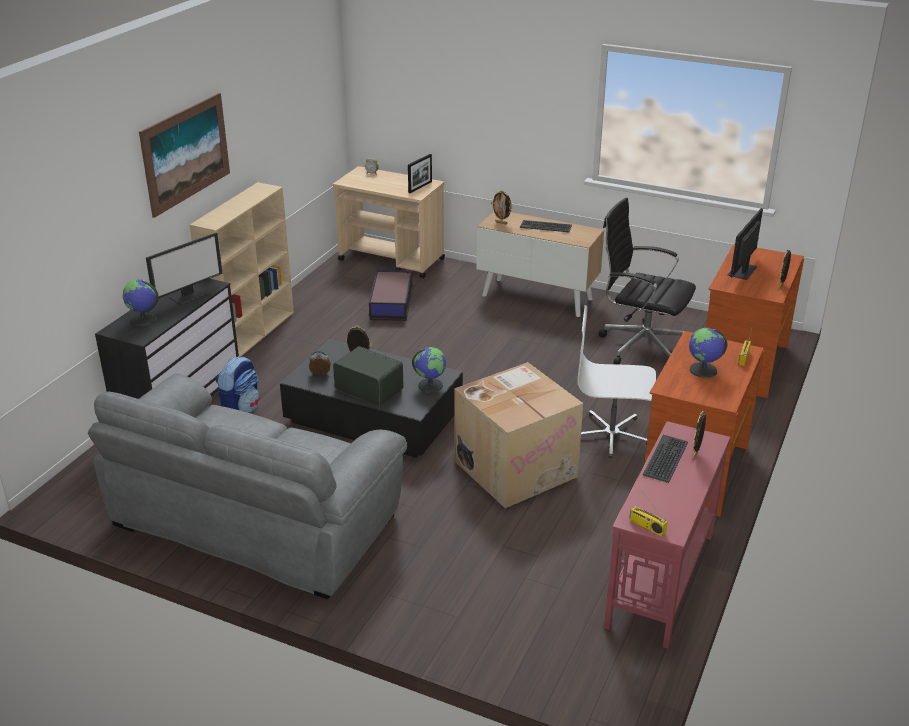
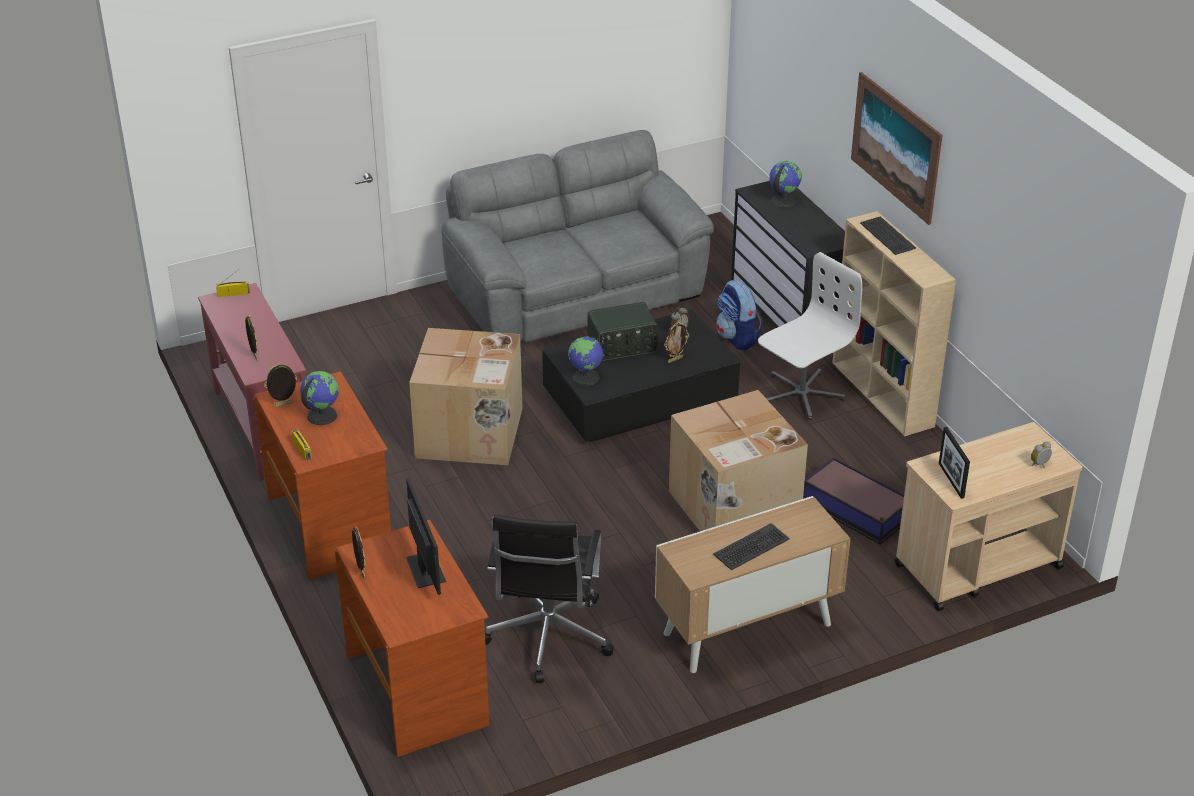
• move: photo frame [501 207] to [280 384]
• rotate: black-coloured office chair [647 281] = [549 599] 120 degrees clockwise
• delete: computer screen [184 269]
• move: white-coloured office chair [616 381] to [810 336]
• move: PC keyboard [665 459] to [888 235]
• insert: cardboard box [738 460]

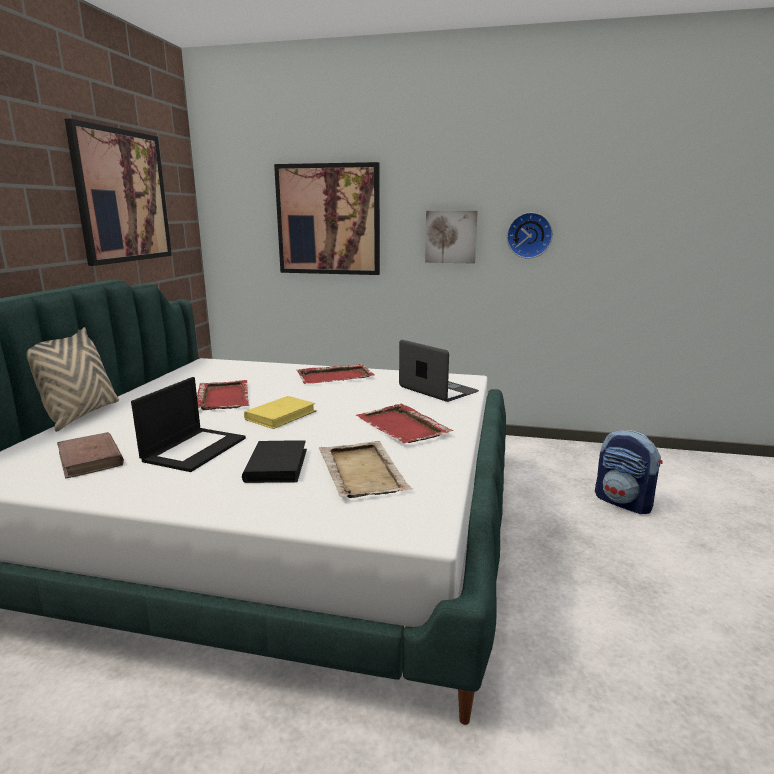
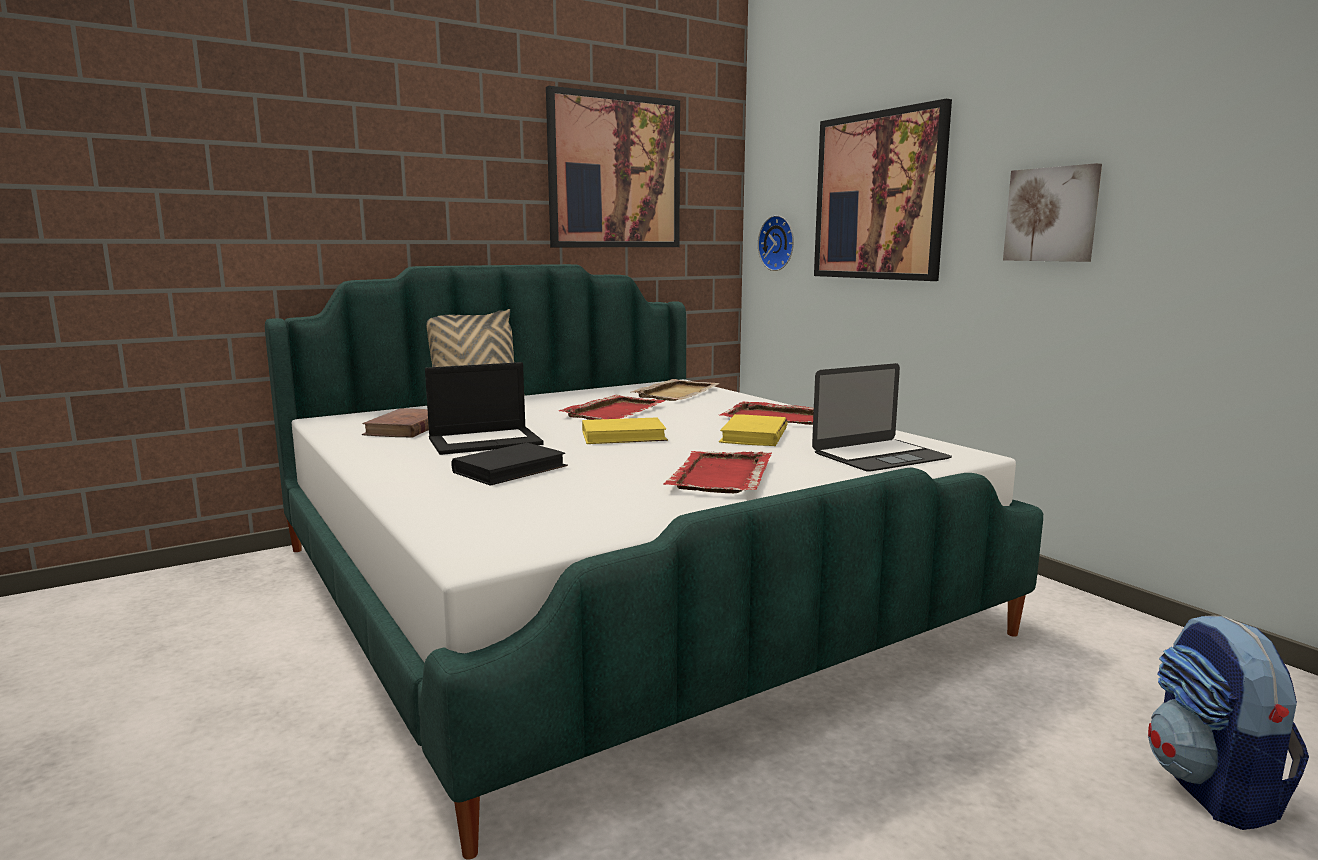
• move: hanging clock [530 235] to [776 243]
• rotate: notebook computer [439 371] = [882 417] 60 degrees clockwise
• move: beige serving tray [366 469] to [675 390]
• insert: yellowish volume [753 430]

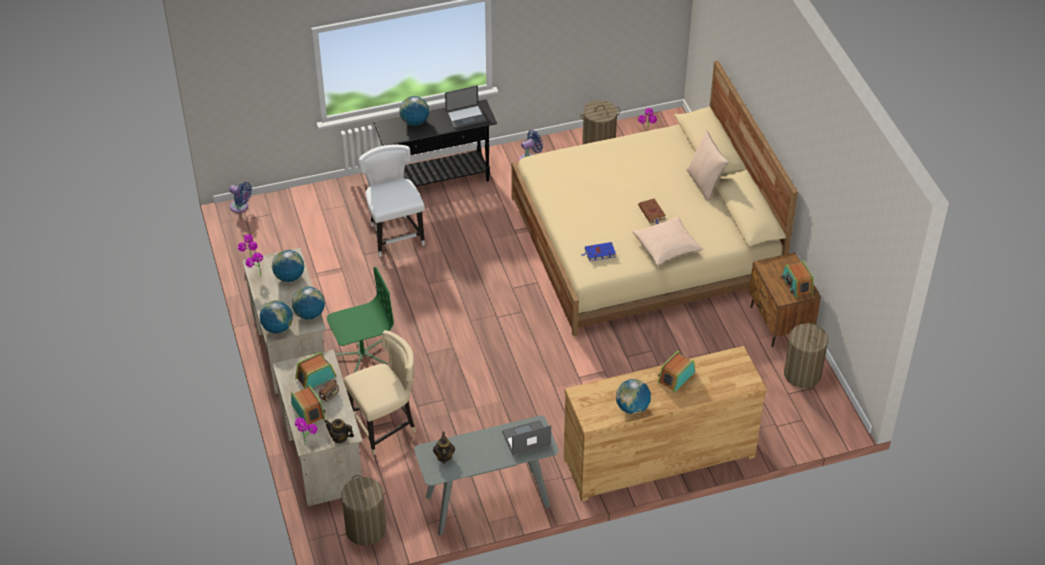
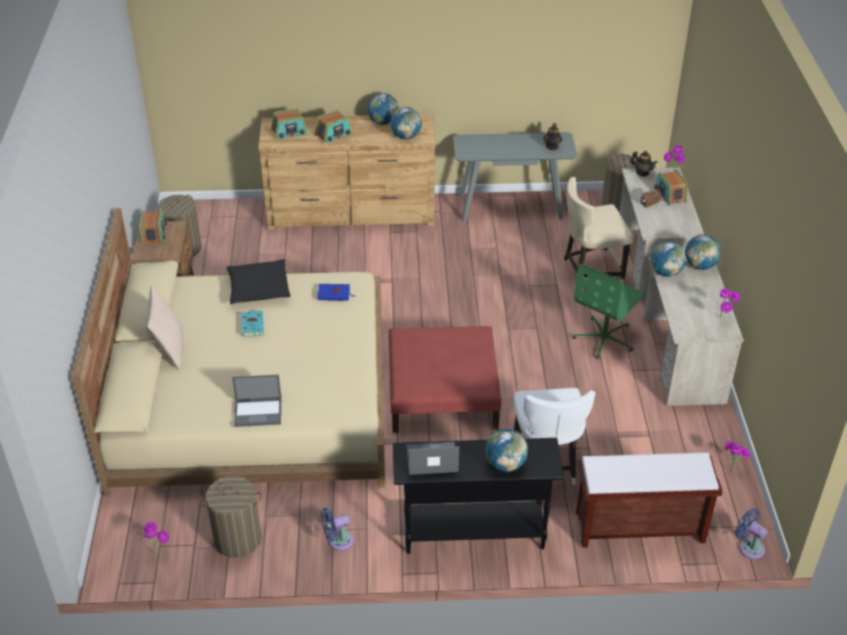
• recolor: brownish volume [652 211] to turquoise volume [252 324]
• recolor: beige throw pillow [667 241] to black-coloured throw pillow [259 281]
• move: globe [288 266] to [406 123]
• rotate: green office chair [360 320] = [608 311] 45 degrees counterclockwise
• move: radio set [315 370] to [289 124]
• move: notebook computer [526 437] to [256 401]
• insert: red-coloured footrest [444 379]
• insert: brownish long seat [649 500]

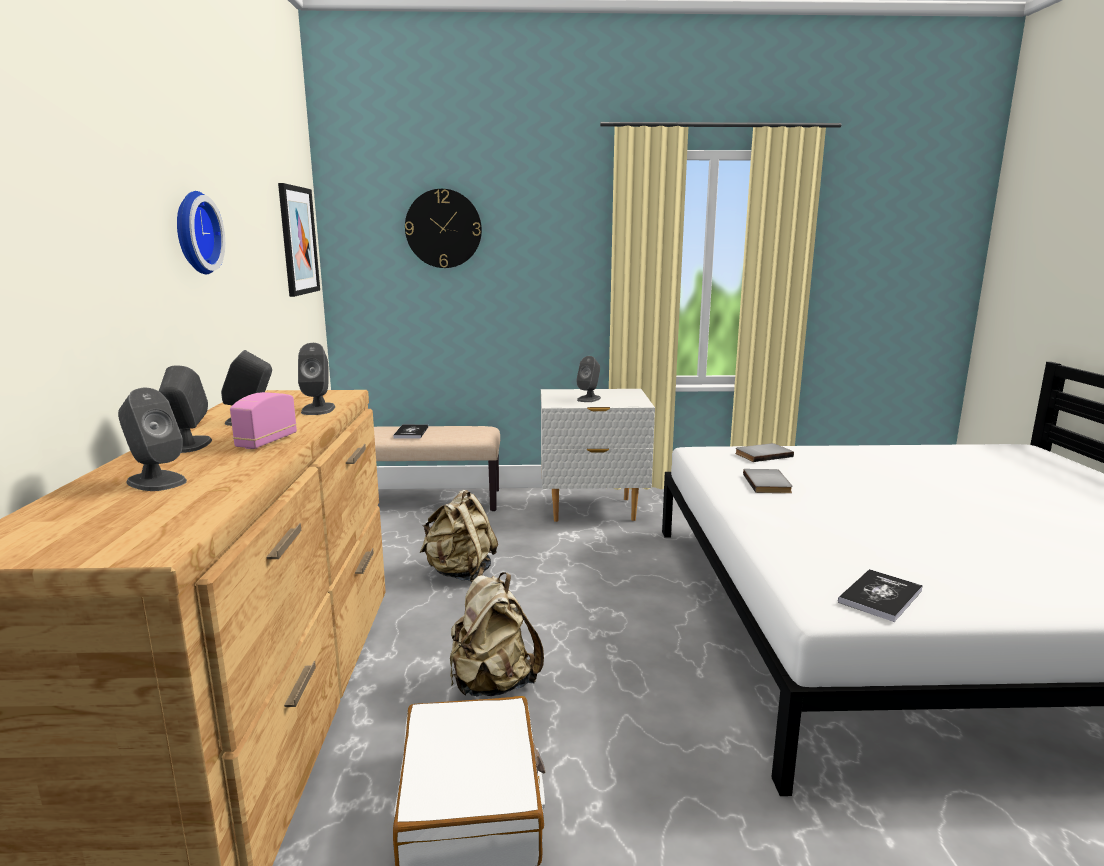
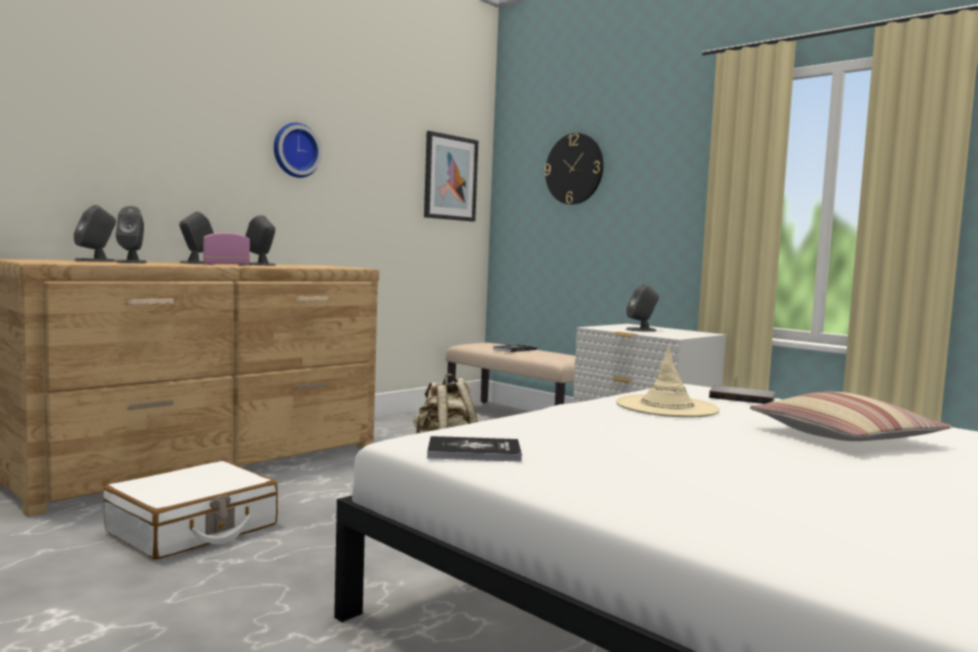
• move: gray audio speaker [316 379] to [95 233]
• replace: gray volume [768 481] to beige wearable hat [668 382]
• delete: beige knapsack [497 634]
• insert: throw pillow [851 416]

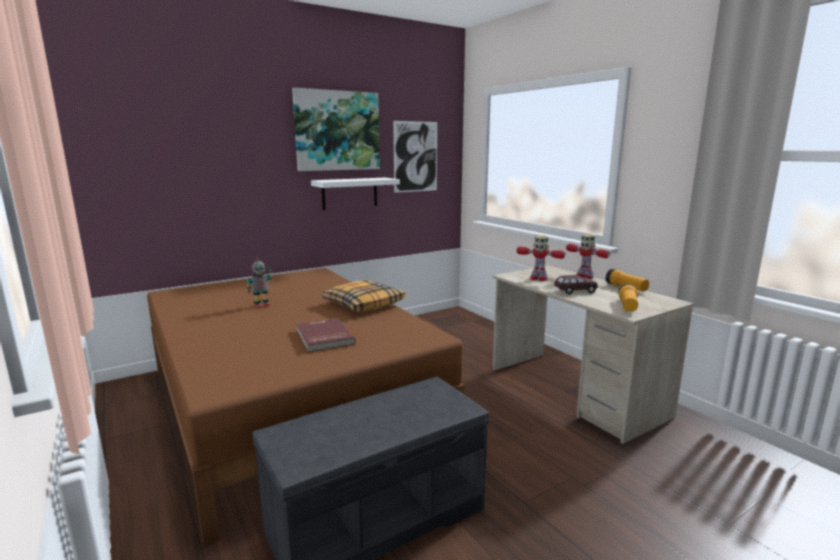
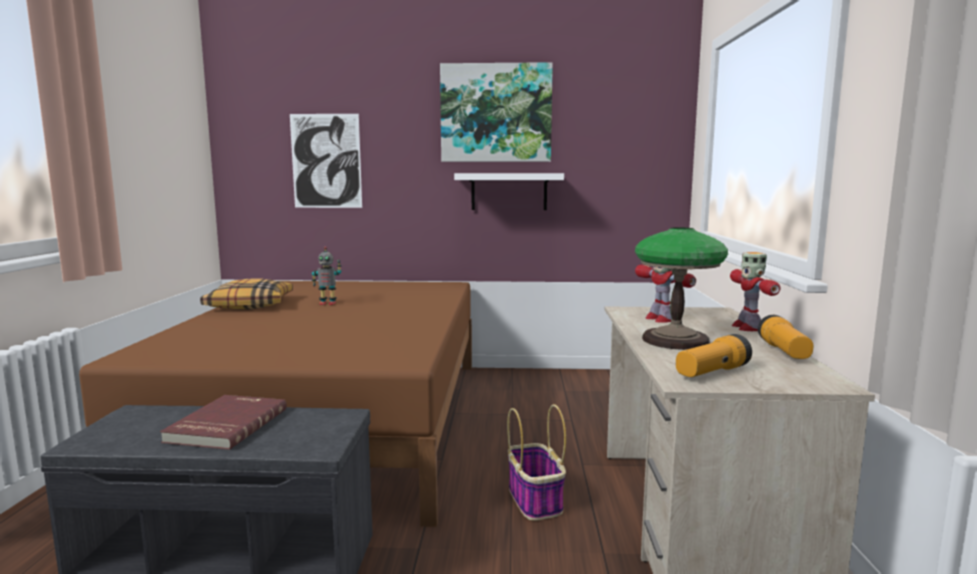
• move: wall art [415 157] to [326 161]
• replace: brownish model car [576 285] to tabletop lamp [681 288]
• move: throw pillow [363 296] to [246 294]
• move: red-coloured volume [326 335] to [223 422]
• insert: household basket [536 462]

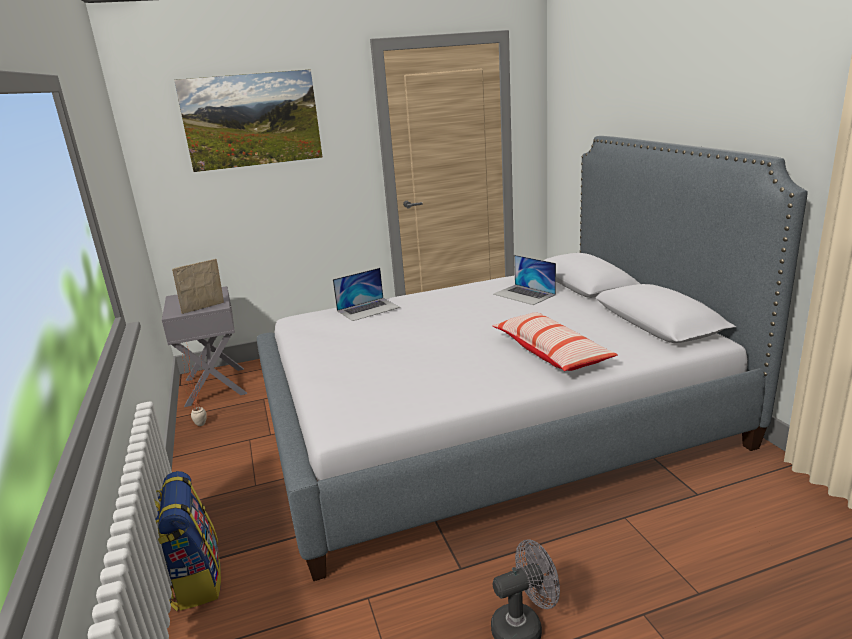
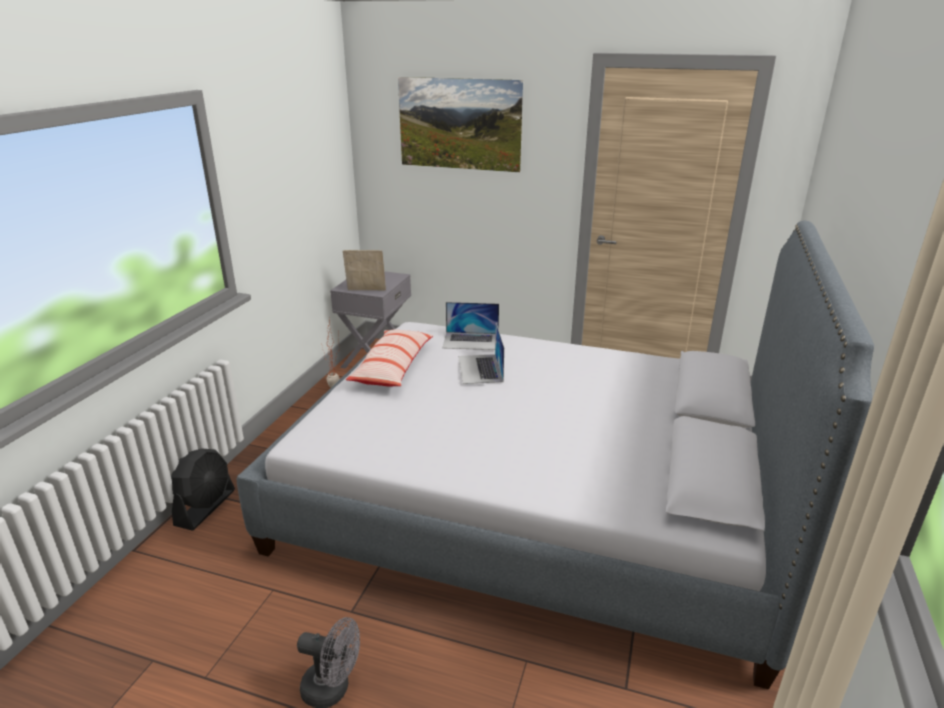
• move: notebook computer [524 280] to [481 353]
• move: throw pillow [555 341] to [389 358]
• replace: knapsack [187 541] to black-coloured fan [203 489]

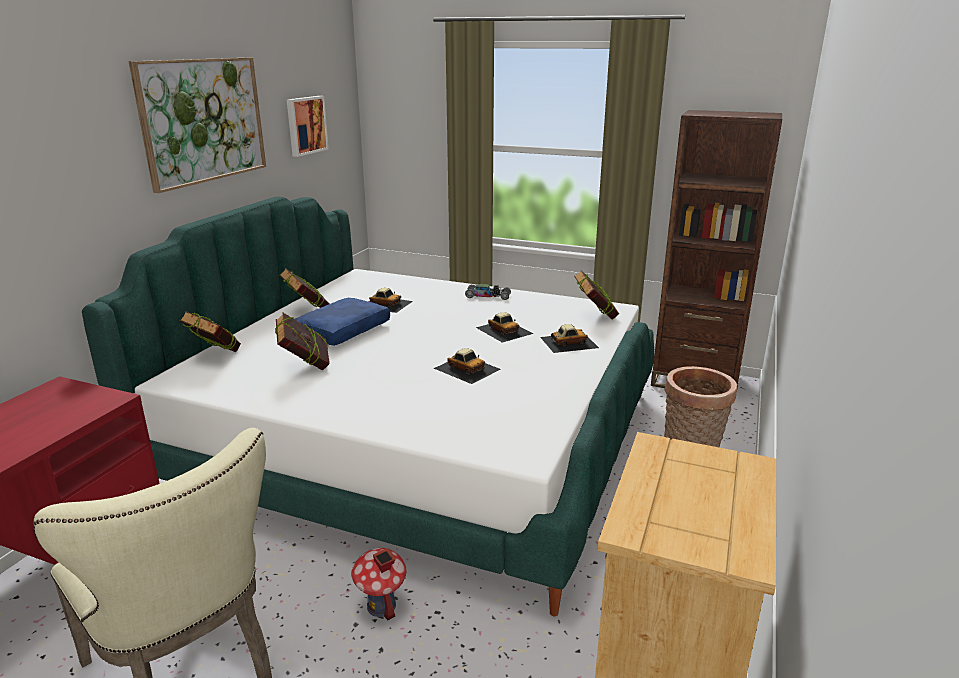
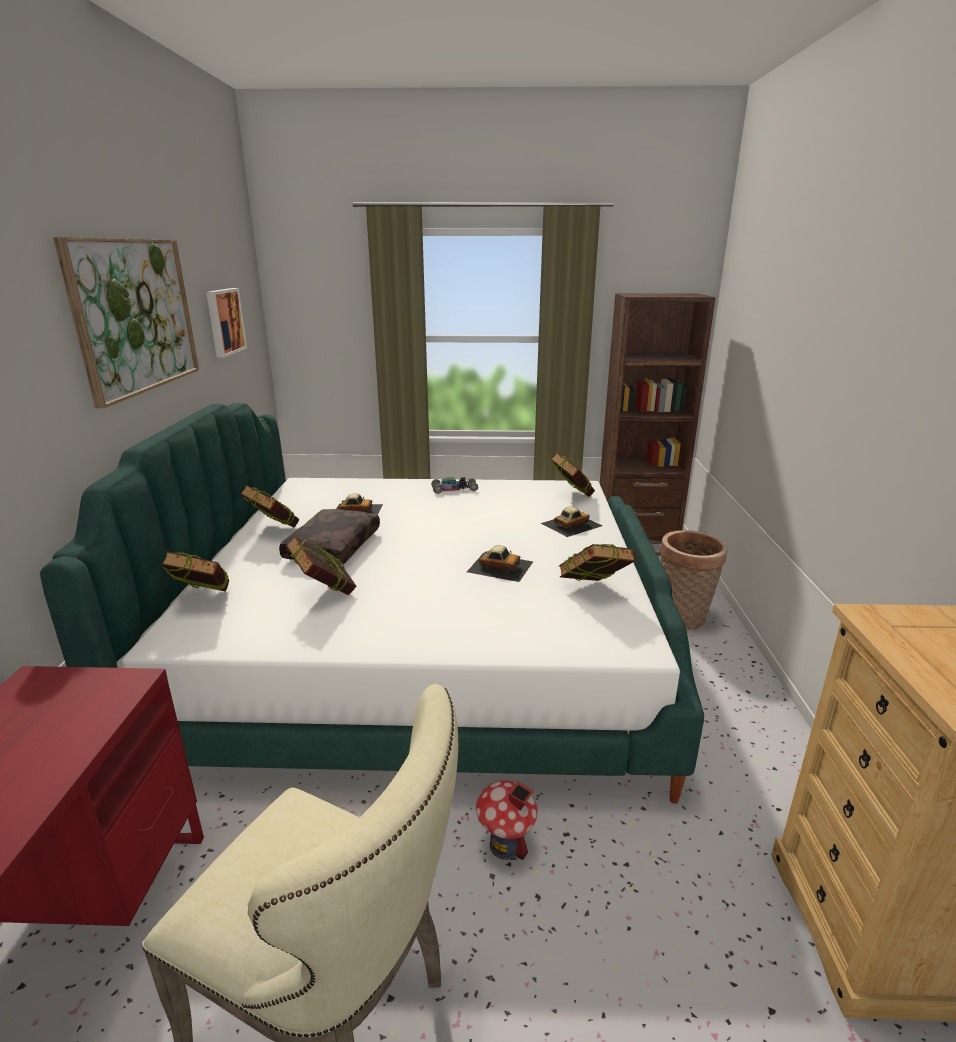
• recolor: blue throw pillow [342 322] to brownish throw pillow [329 537]
• delete: model car [504 327]
• insert: volume [597 562]

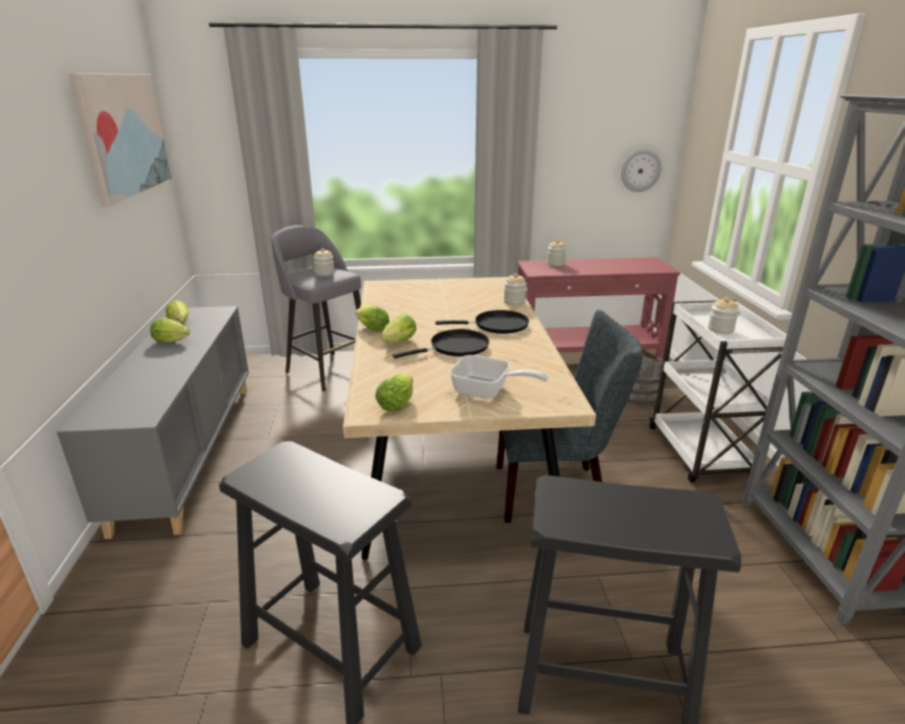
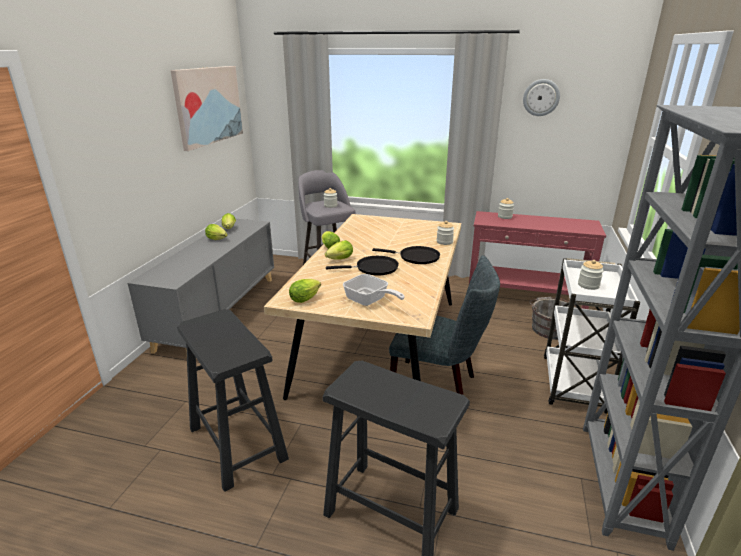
• move: hanging clock [641 170] to [541 97]

